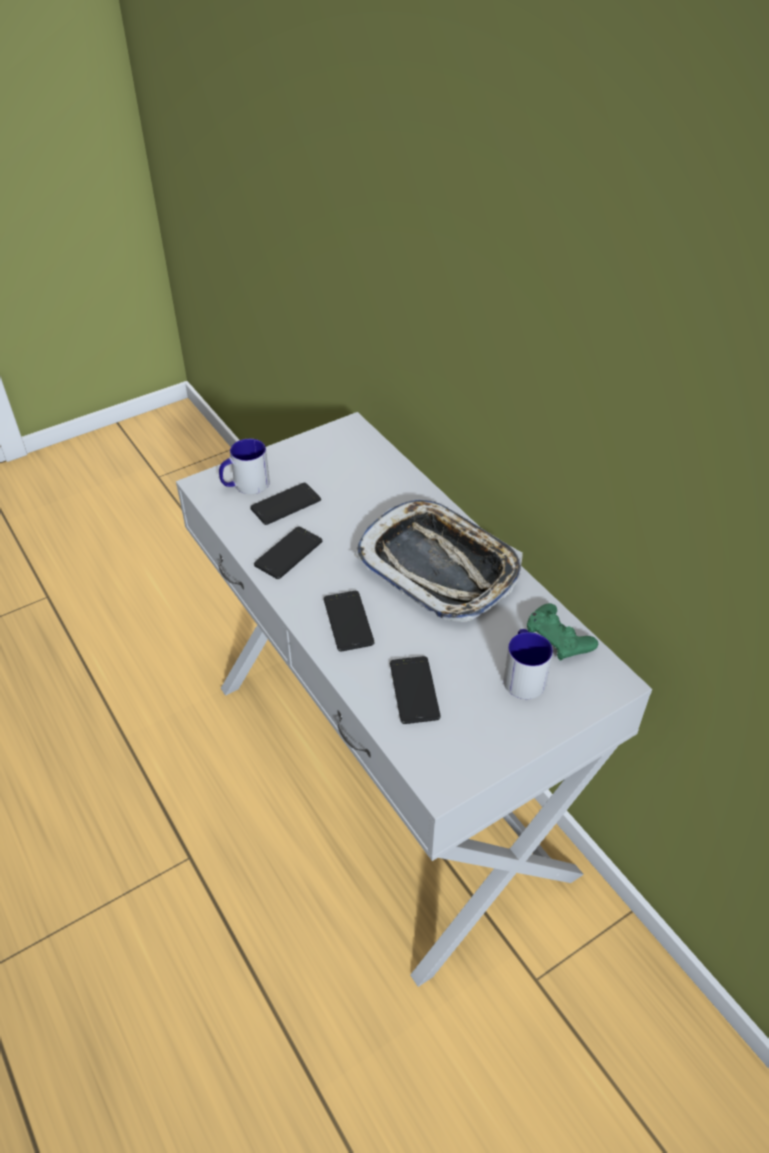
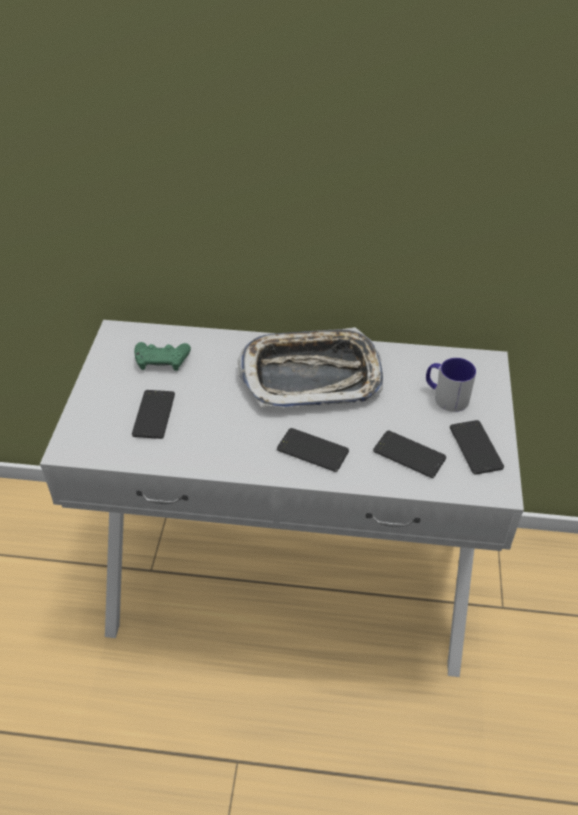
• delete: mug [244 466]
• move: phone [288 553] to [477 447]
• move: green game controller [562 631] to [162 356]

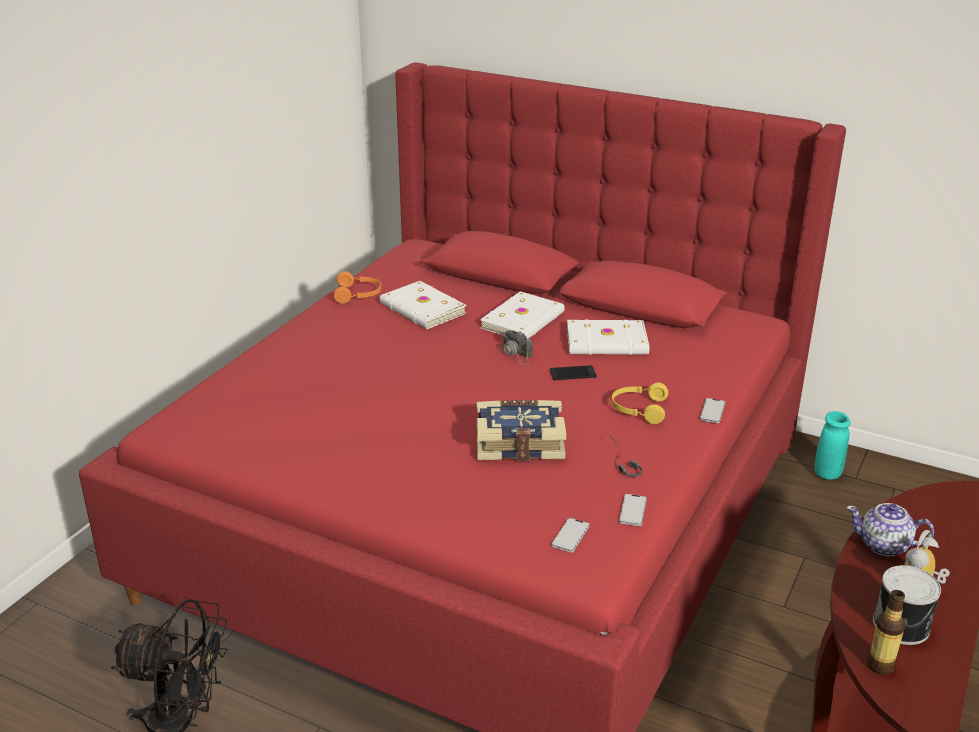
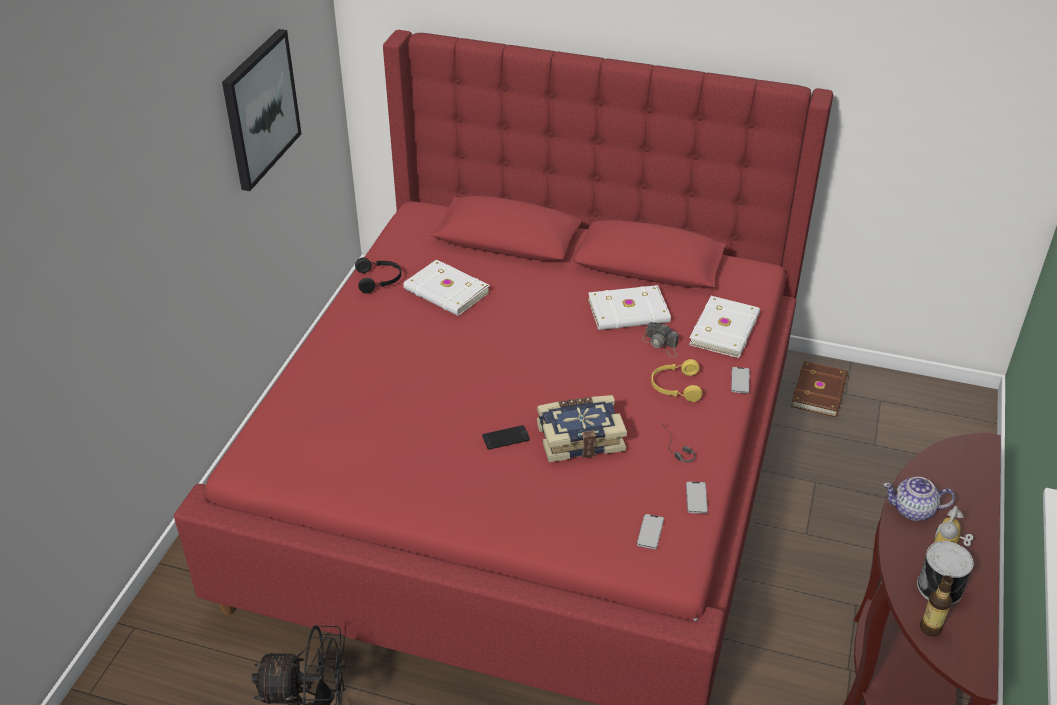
• recolor: orangey headset [357 287] to black-coloured headset [378 276]
• move: white-coloured volume [522 315] to [724 327]
• move: photo camera [515 347] to [660 339]
• move: phone [573 372] to [506 437]
• replace: turquoise vase [832 445] to brownish volume [819 389]
• insert: wall art [262 110]

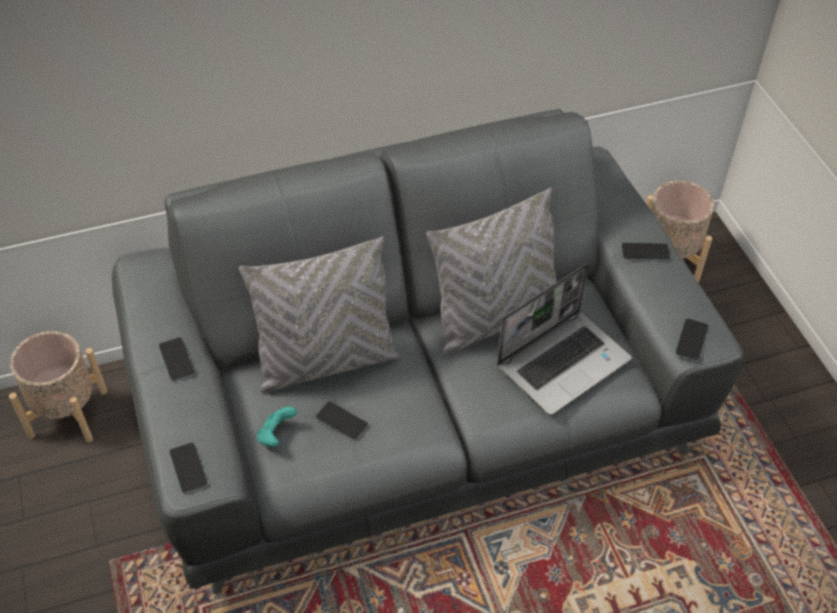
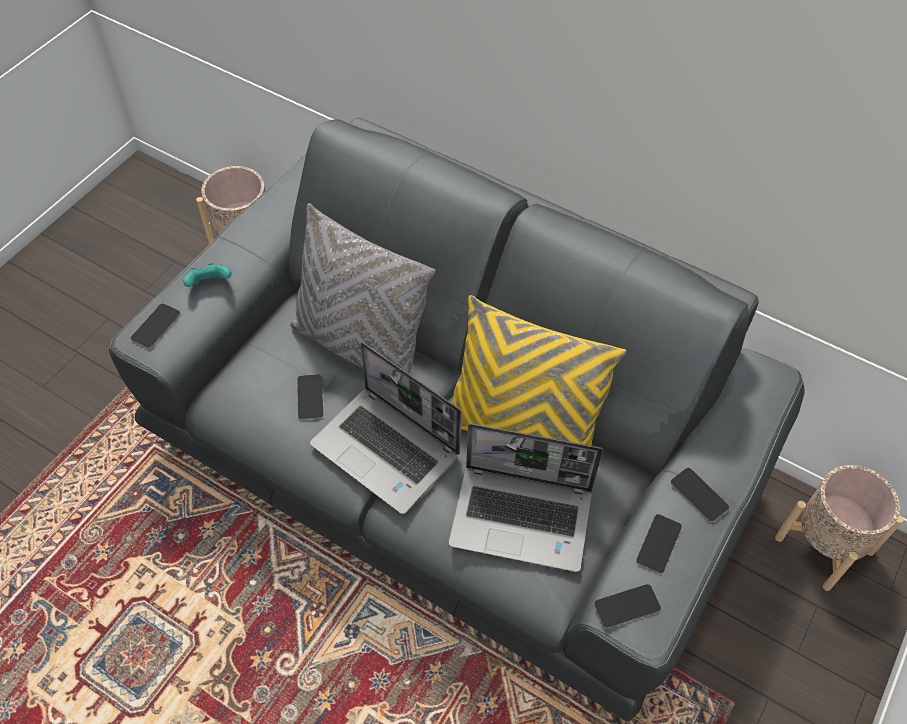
• recolor: gray throw pillow [491 271] to yellowish throw pillow [539 370]
• move: phone [177 359] to [659 544]
• move: turquoise game controller [277 427] to [207 274]
• insert: notebook computer [385 428]

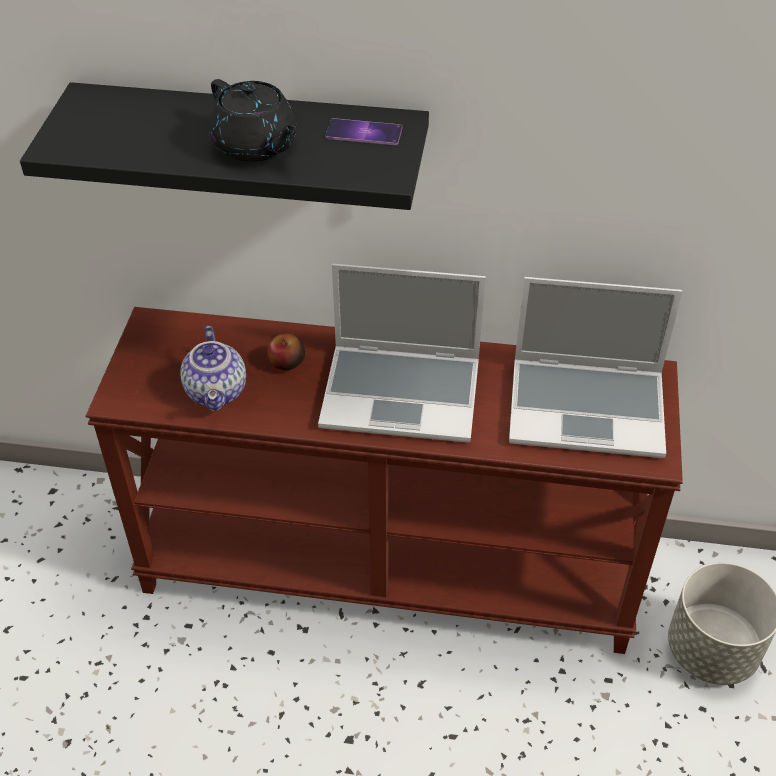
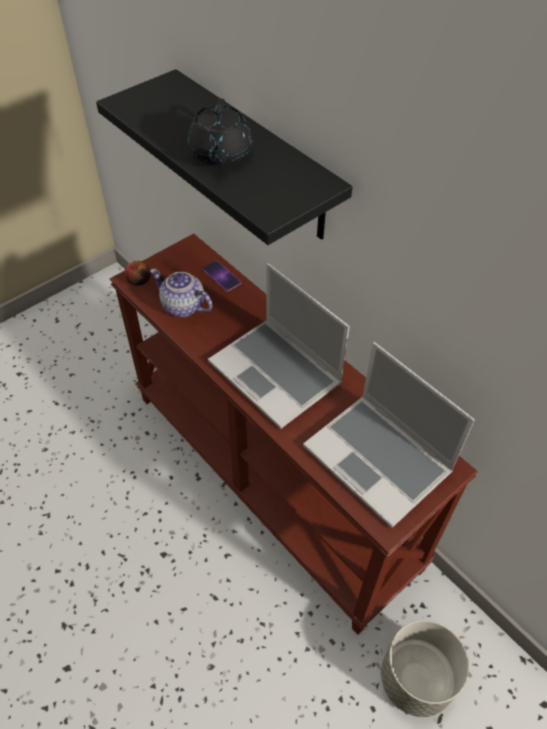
• move: phone [363 131] to [222 275]
• rotate: teapot [213 368] = [181 293] 90 degrees clockwise
• move: apple [286 352] to [137 273]

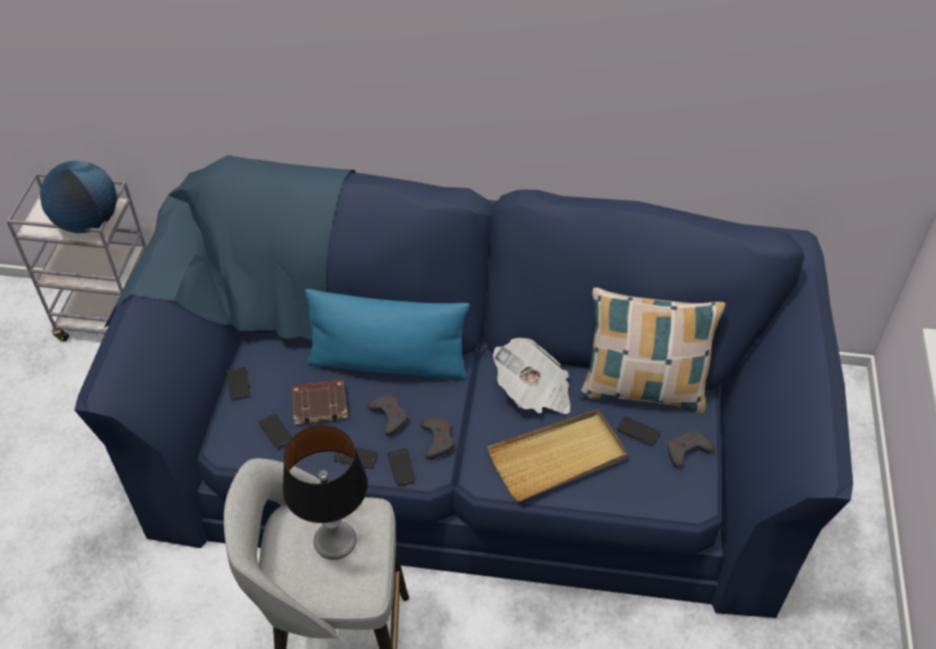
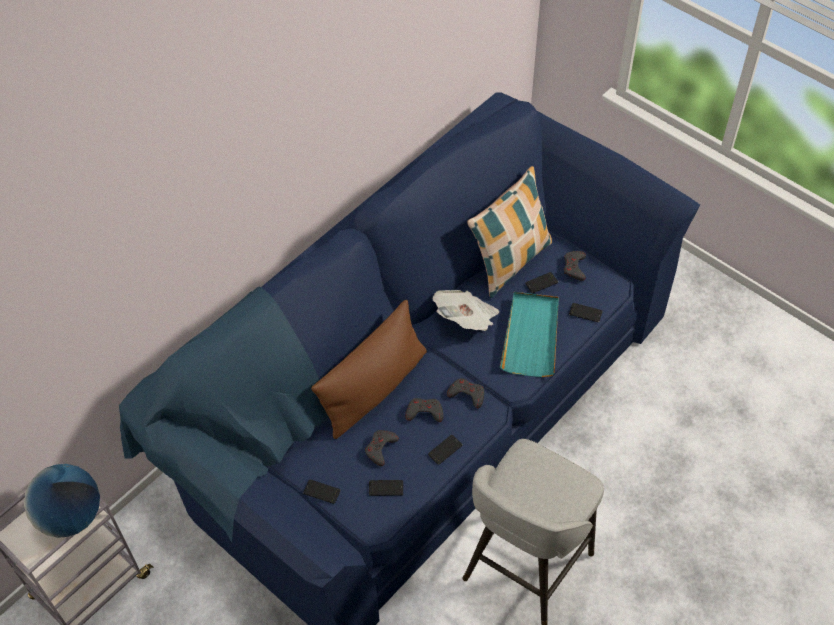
• recolor: blue throw pillow [387 334] to brownish throw pillow [369 369]
• replace: brownish volume [320 402] to gray game controller [382 448]
• recolor: beige serving tray [557 455] to turquoise serving tray [529 334]
• delete: tabletop lamp [325 492]
• move: phone [402 467] to [586 312]

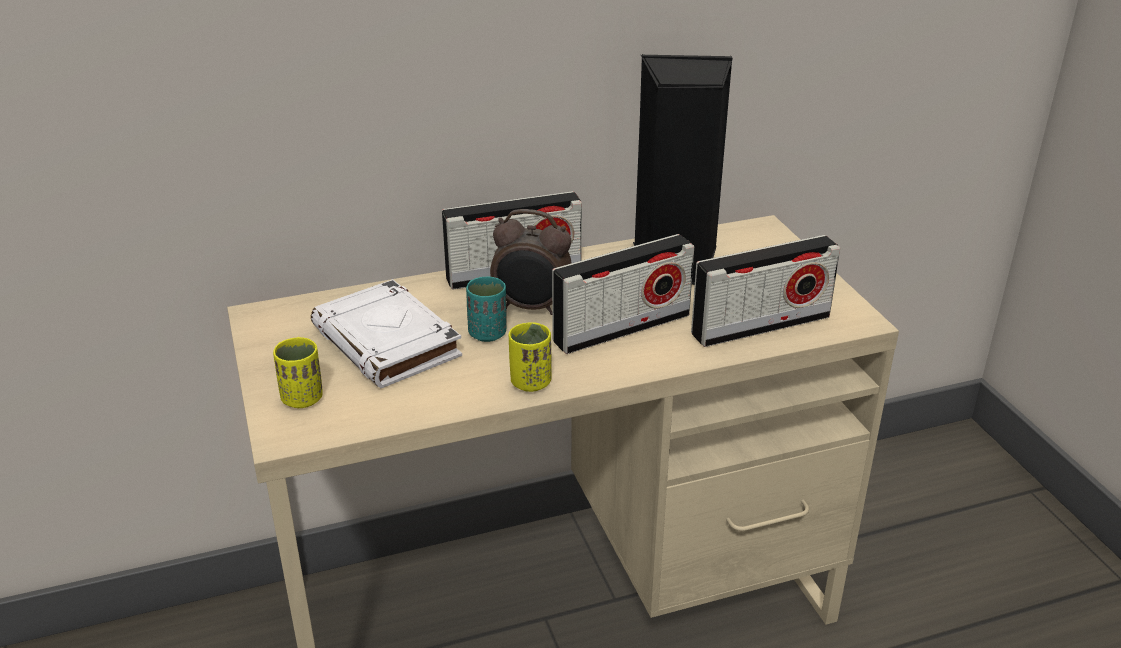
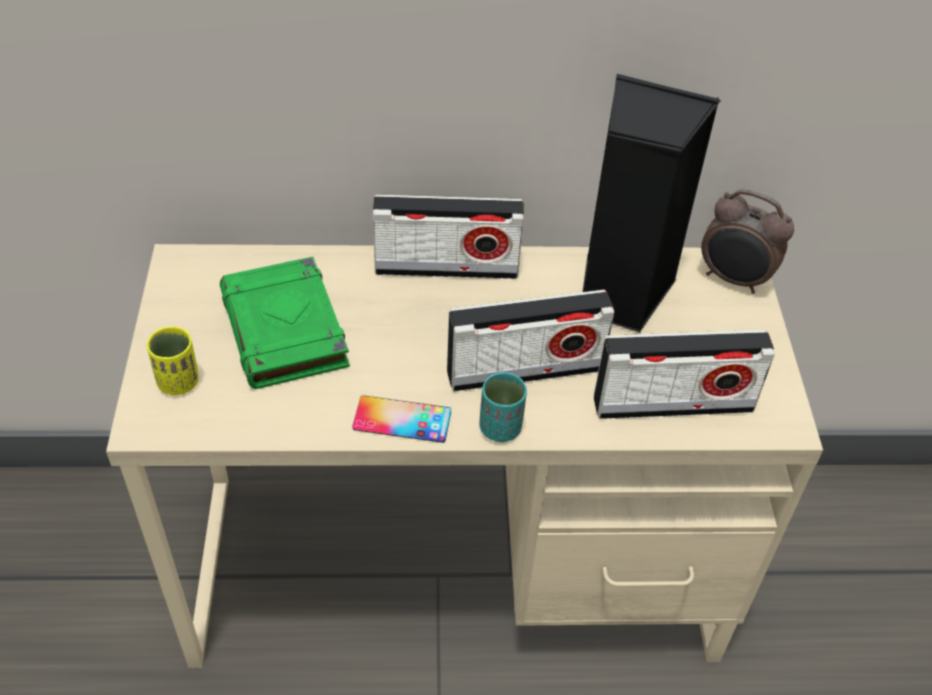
• move: table clock [531 262] to [747 241]
• move: turquoise cup [486 309] to [503 407]
• recolor: white-coloured volume [386 333] to green volume [285 323]
• replace: yellowish cup [530 357] to phone [402 419]

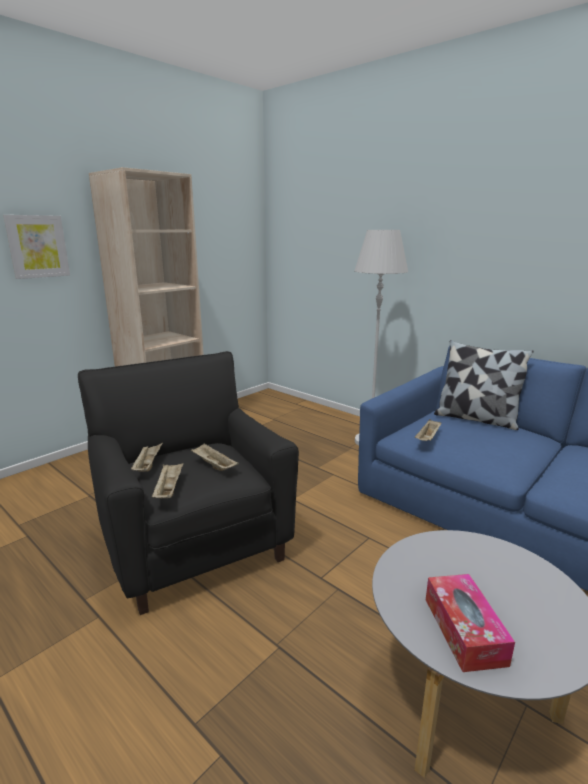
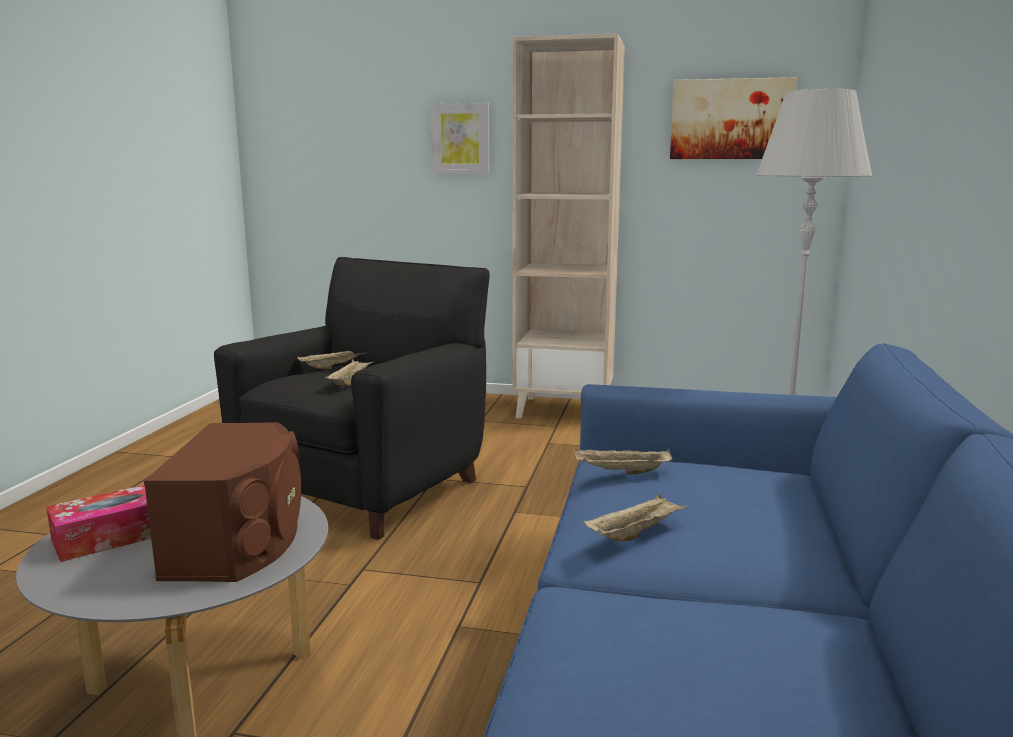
• delete: throw pillow [484 385]
• move: beige serving tray [168 481] to [636 517]
• insert: wall art [733 118]
• insert: brownish audio speaker [222 502]

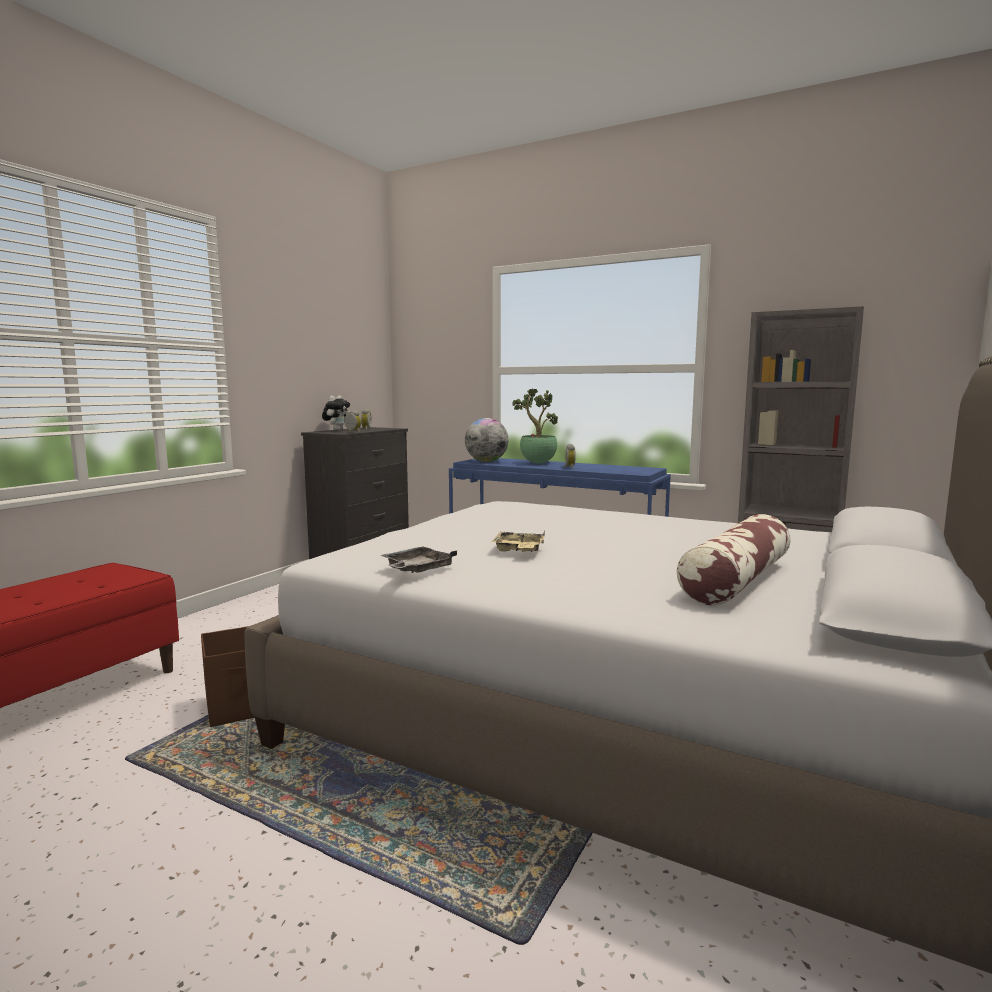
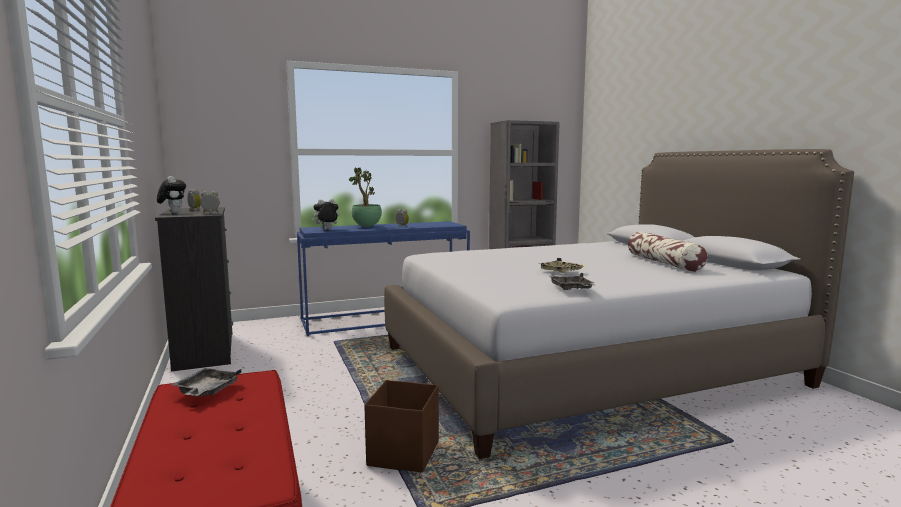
• replace: globe [487 440] to plush toy [325 214]
• insert: gray serving tray [206 382]

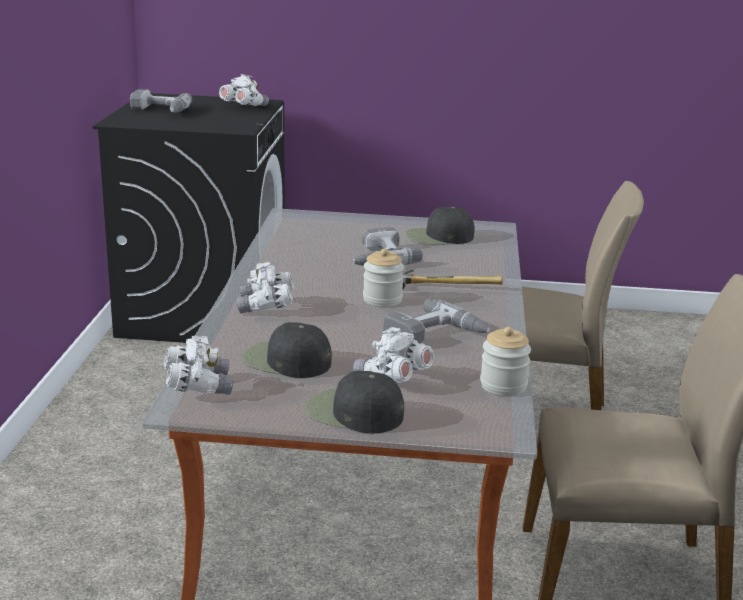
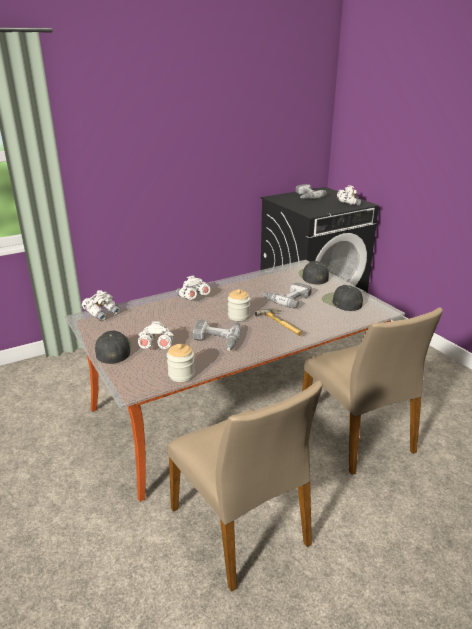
• move: black-coloured baseball cap [287 350] to [314 272]

